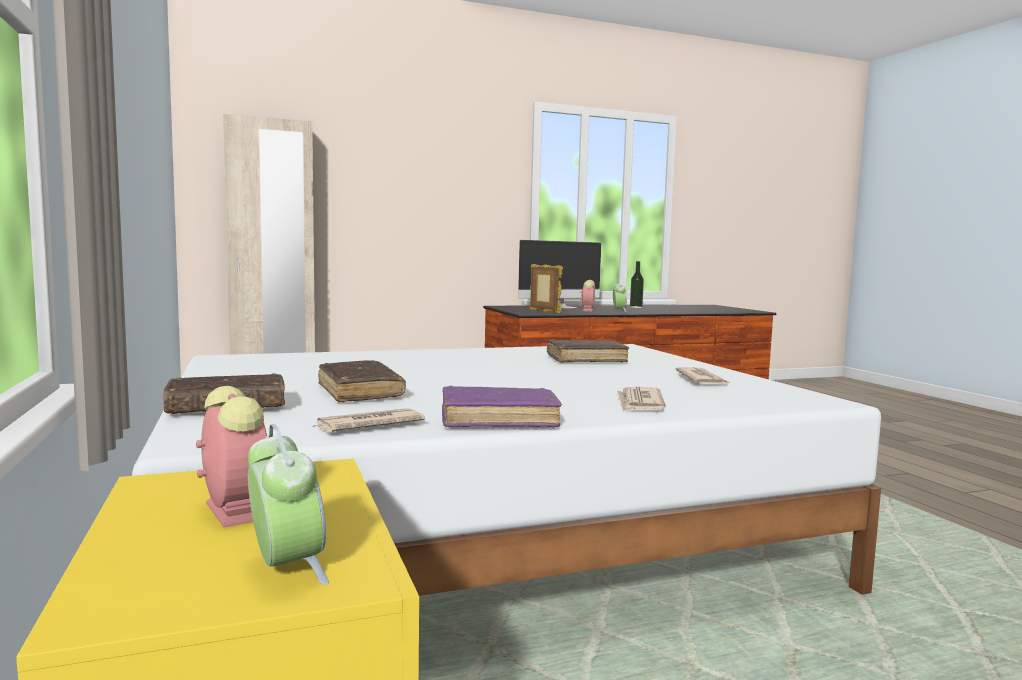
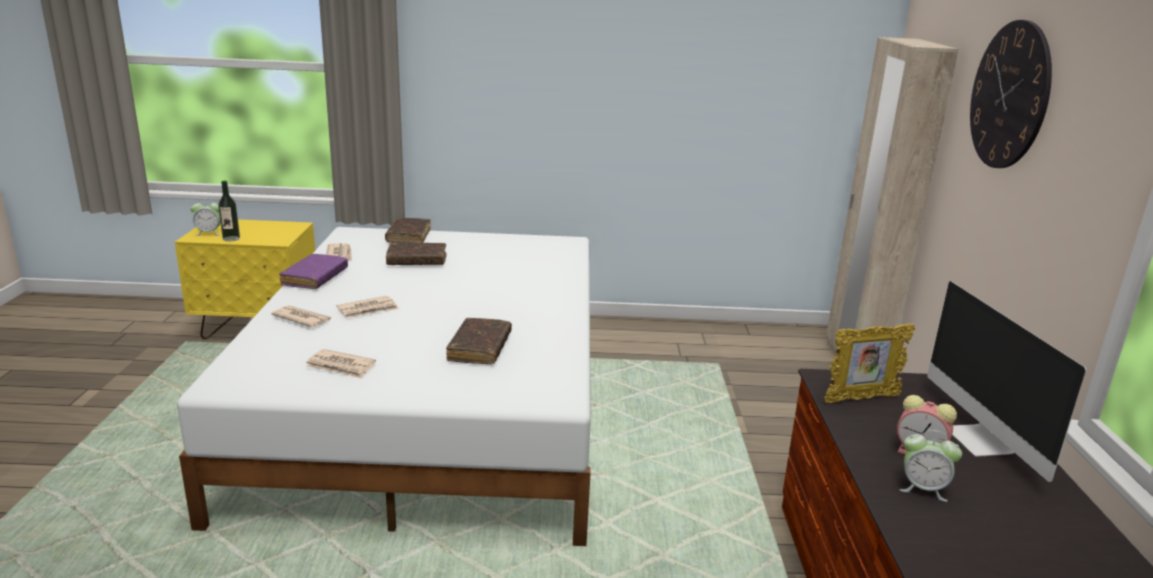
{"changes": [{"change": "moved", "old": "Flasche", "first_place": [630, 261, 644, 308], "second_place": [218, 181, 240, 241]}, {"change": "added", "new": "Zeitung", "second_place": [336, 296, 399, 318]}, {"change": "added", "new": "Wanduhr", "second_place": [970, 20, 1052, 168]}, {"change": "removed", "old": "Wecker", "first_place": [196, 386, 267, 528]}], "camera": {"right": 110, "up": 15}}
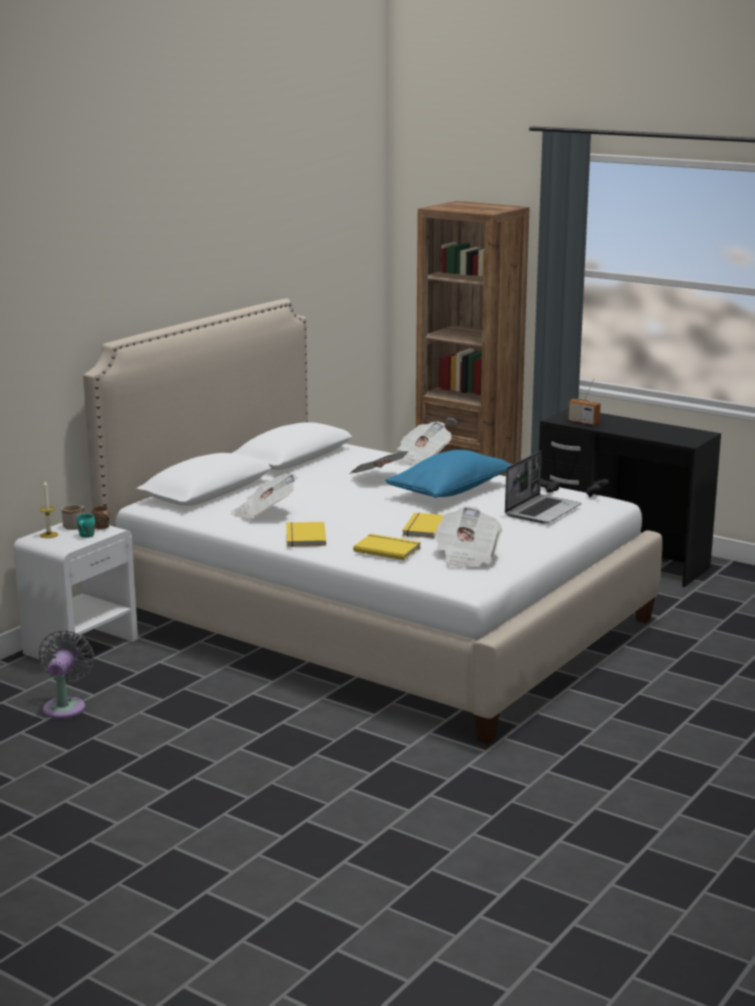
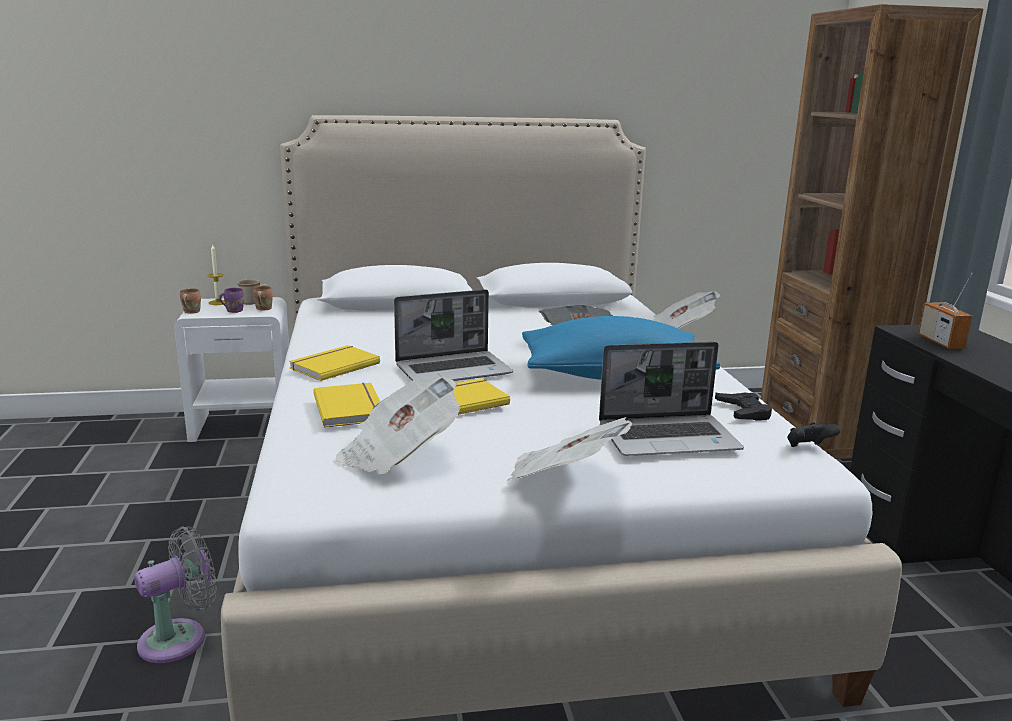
{"changes": [{"change": "moved", "old": "Ventilator/grau", "first_place": [39, 630, 94, 719], "second_place": [134, 526, 217, 663]}, {"change": "added", "new": "Henkelbecher/braun", "second_place": [180, 288, 201, 314]}, {"change": "recoloured", "old": "Henkelbecher/türkis", "new": "Henkelbecher/lila", "first_place": [77, 514, 95, 538], "second_place": [219, 288, 244, 313]}, {"change": "added", "new": "Laptop", "second_place": [394, 289, 513, 381]}, {"change": "moved", "old": "Zeitung", "first_place": [231, 474, 298, 520], "second_place": [507, 417, 632, 481]}], "camera": {"right": 45, "up": 0}}
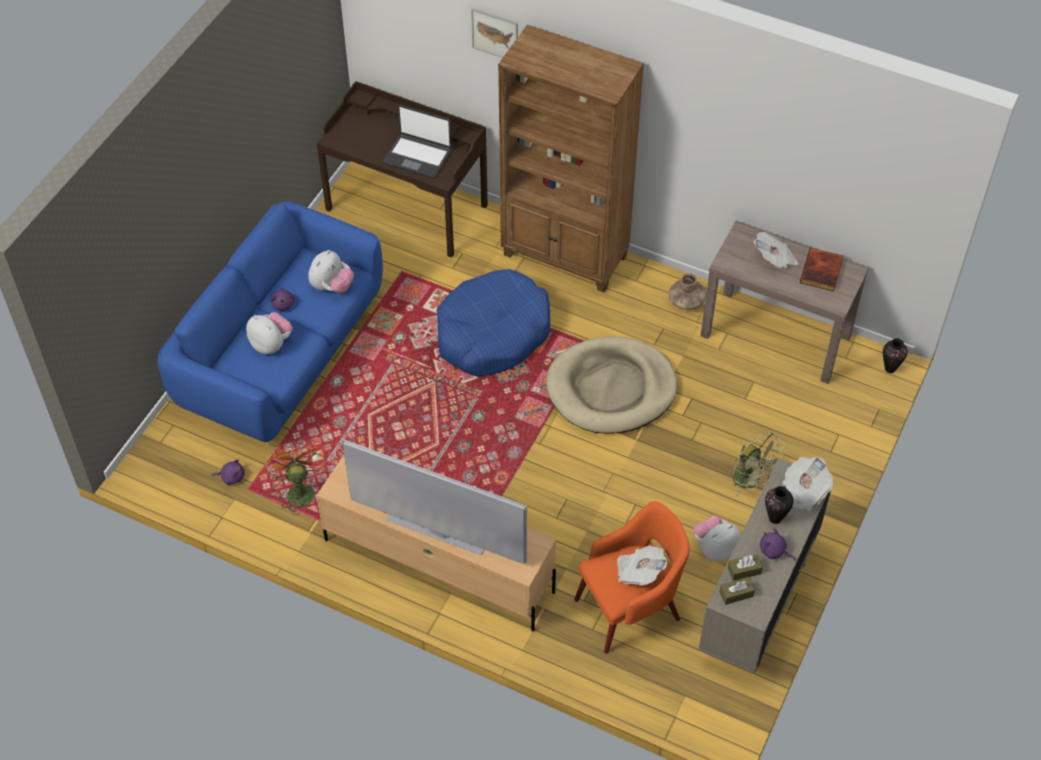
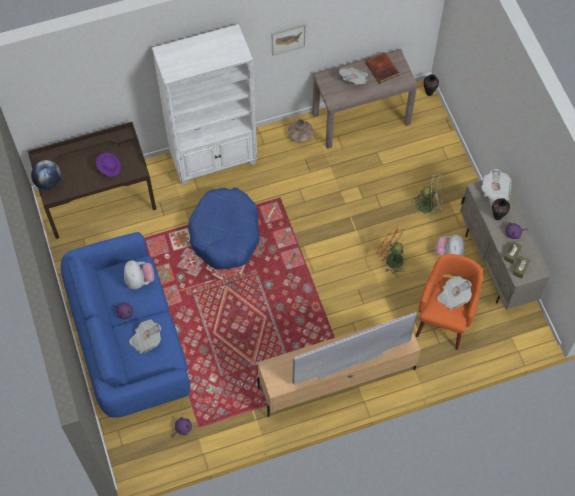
{"changes": [{"change": "added", "new": "Globus", "second_place": [31, 160, 62, 190]}, {"change": "replaced", "old": "Laptop", "new": "Hut/lila", "first_place": [383, 104, 452, 178], "second_place": [96, 153, 121, 177]}, {"change": "replaced", "old": "Plüschtier", "new": "Zeitung", "first_place": [246, 312, 293, 354], "second_place": [129, 319, 161, 354]}, {"change": "recoloured", "old": "Bücherregal/braun", "new": "Bücherregal/weiß", "first_place": [498, 25, 644, 293], "second_place": [152, 24, 257, 185]}, {"change": "moved", "old": "Bild", "first_place": [471, 8, 518, 58], "second_place": [271, 24, 306, 56]}, {"change": "moved", "old": "Ventilator/orange", "first_place": [264, 442, 326, 515], "second_place": [375, 225, 404, 274]}, {"change": "removed", "old": "Hundebett/beige", "first_place": [546, 336, 677, 434]}], "camera": {"right": -45, "up": 10}}
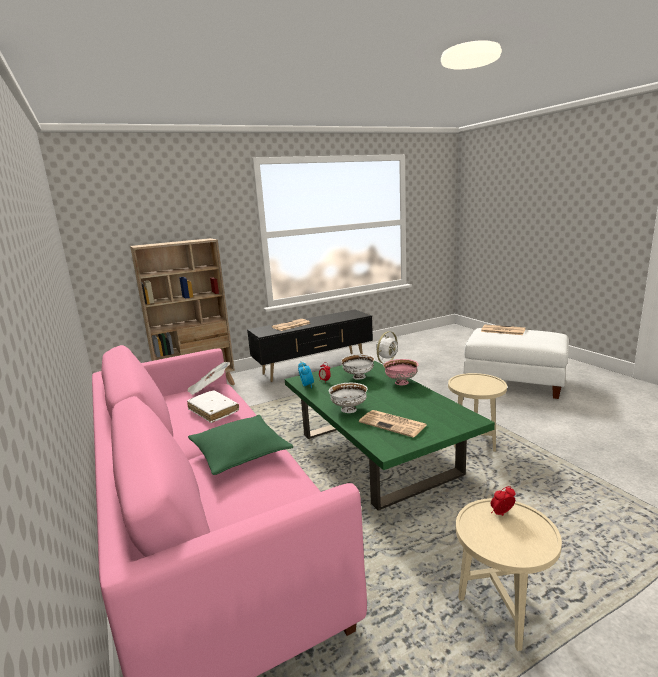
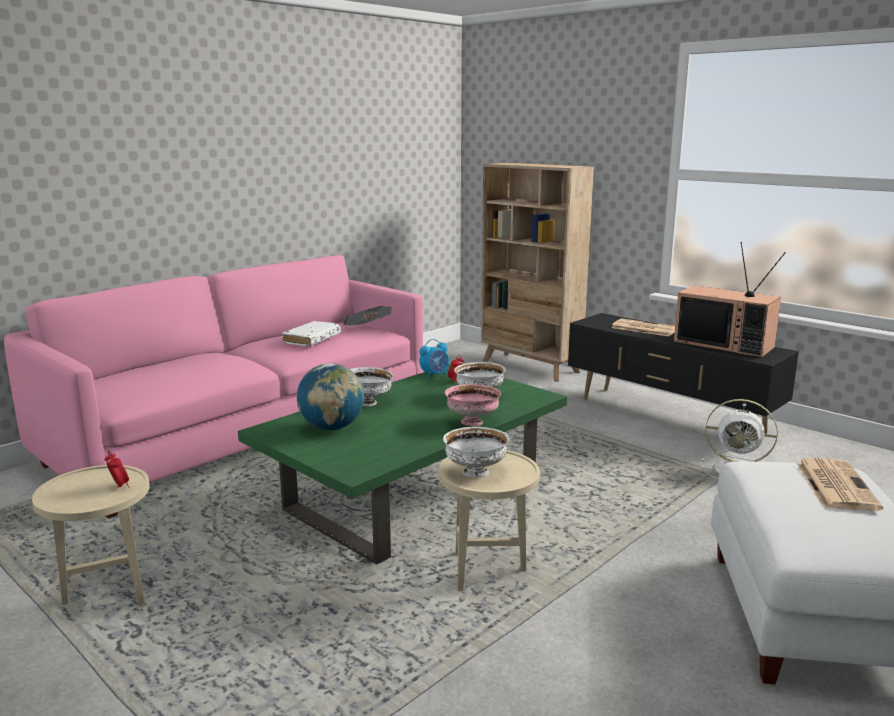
{"changes": [{"change": "replaced", "old": "Zeitung", "new": "Globus", "first_place": [359, 410, 427, 438], "second_place": [297, 363, 364, 430]}, {"change": "added", "new": "Schüssel/weiß", "second_place": [443, 427, 509, 478]}, {"change": "added", "new": "Fernseher", "second_place": [674, 242, 786, 358]}, {"change": "removed", "old": "Kissen/grün", "first_place": [188, 415, 293, 475]}], "camera": {"right": 70, "up": 0}}
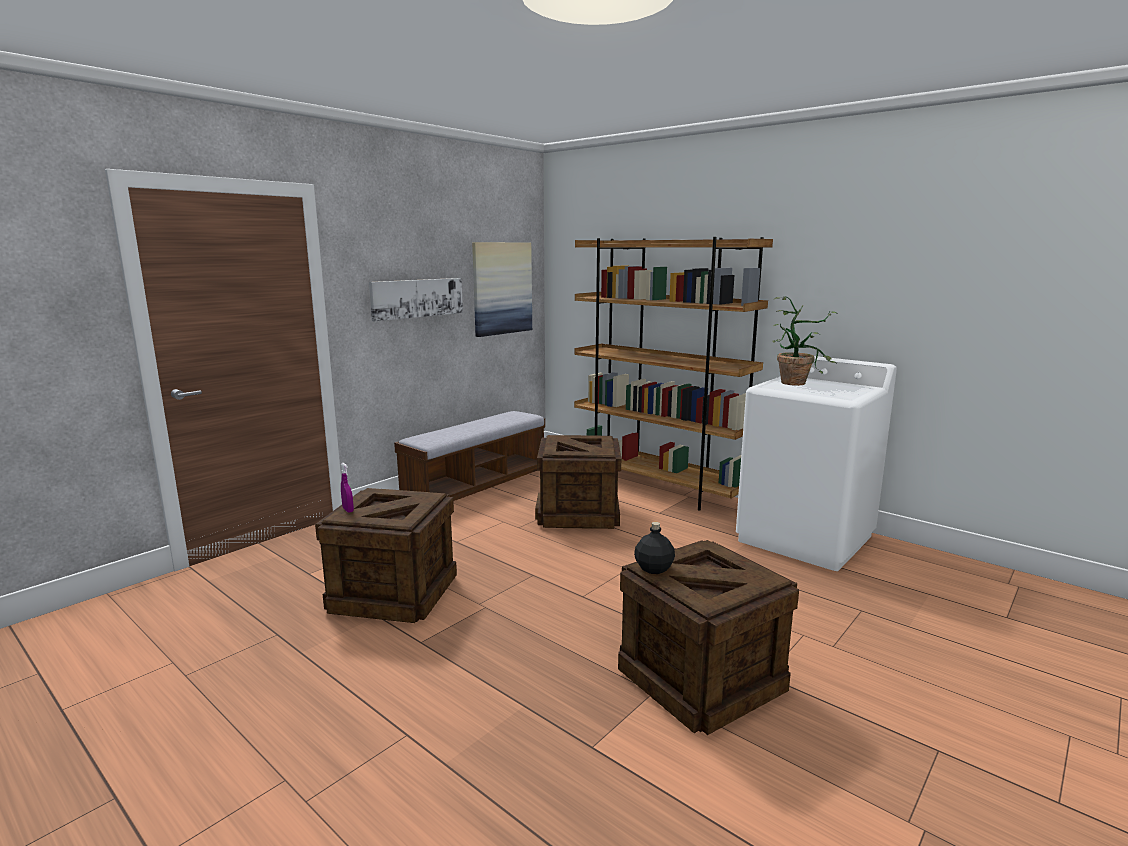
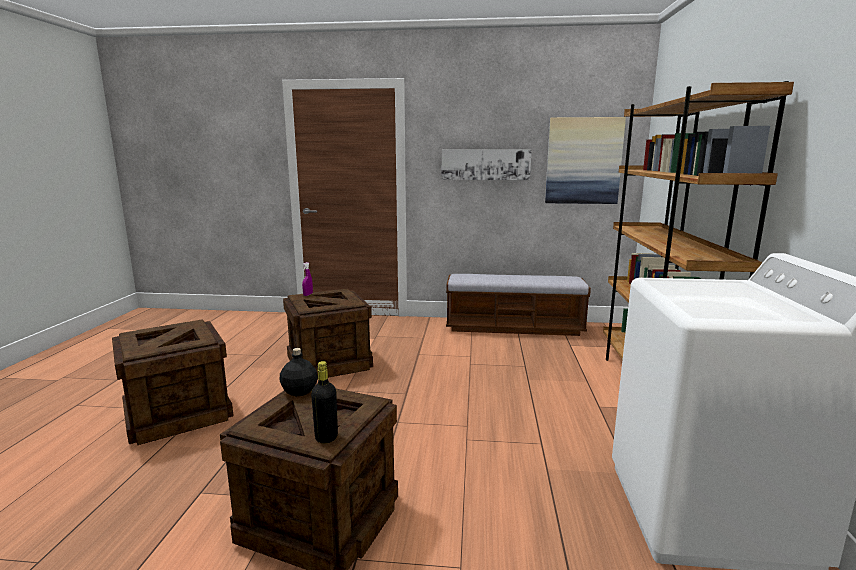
{"changes": [{"change": "moved", "old": "Kiste", "first_place": [535, 435, 621, 529], "second_place": [112, 319, 234, 445]}, {"change": "added", "new": "Flasche/schwarz", "second_place": [311, 361, 338, 444]}, {"change": "removed", "old": "Topfpflanze", "first_place": [772, 296, 836, 386]}], "camera": {"right": 55, "up": 0}}
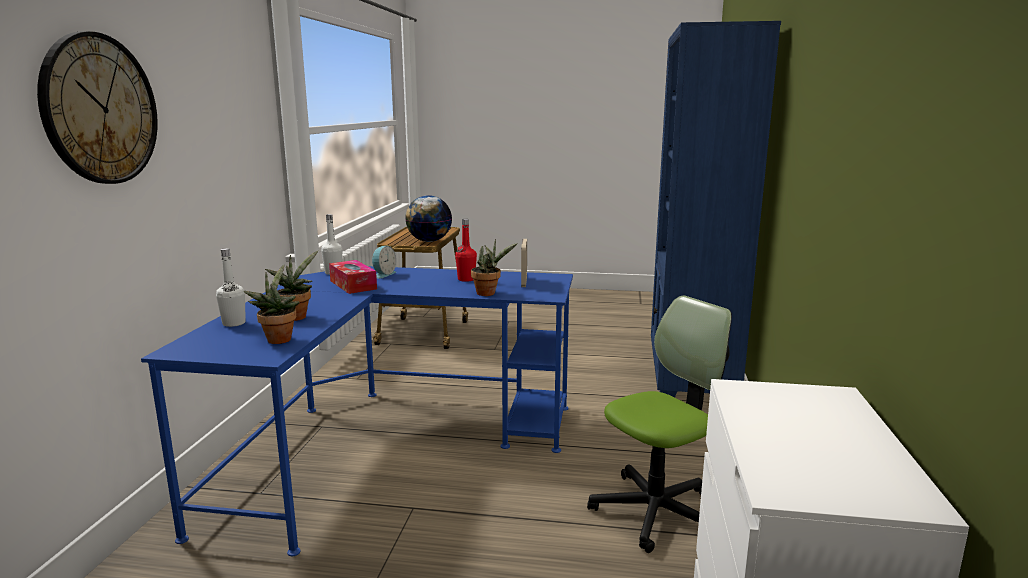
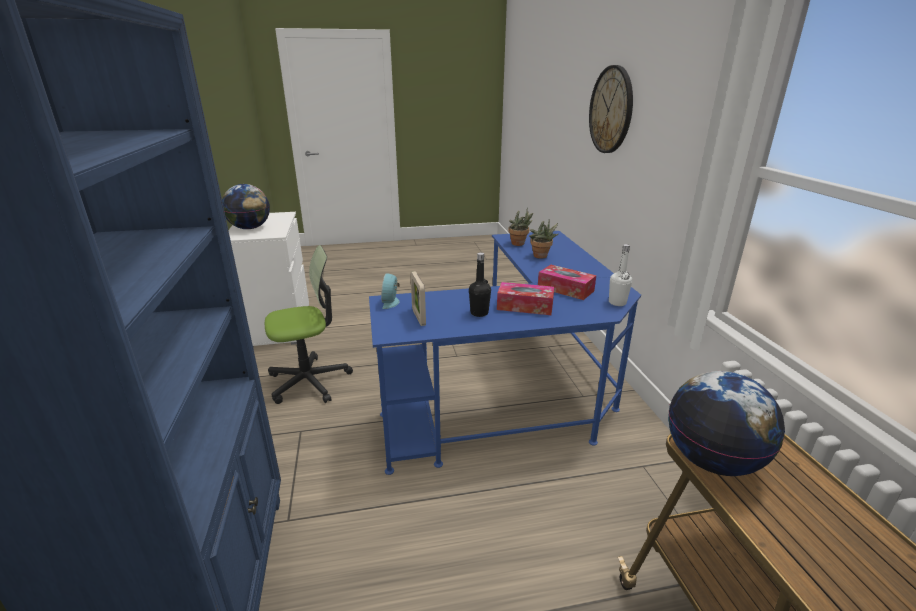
{"changes": [{"change": "added", "new": "Globus", "second_place": [222, 184, 270, 229]}, {"change": "turned", "old": "Bürostuhl", "first_place": [587, 295, 732, 553], "second_place": [265, 245, 353, 404], "degrees": -150}, {"change": "moved", "old": "Wecker", "first_place": [372, 246, 396, 279], "second_place": [381, 273, 400, 309]}, {"change": "recoloured", "old": "Flasche/rot", "new": "Flasche/schwarz", "first_place": [455, 219, 477, 282], "second_place": [469, 252, 491, 317]}, {"change": "added", "new": "Taschentuchbox", "second_place": [497, 282, 554, 315]}, {"change": "removed", "old": "Flasche/weiß", "first_place": [216, 248, 246, 327]}, {"change": "removed", "old": "Topfpflanze", "first_place": [471, 239, 518, 296]}], "camera": {"right": 160, "up": 10}}
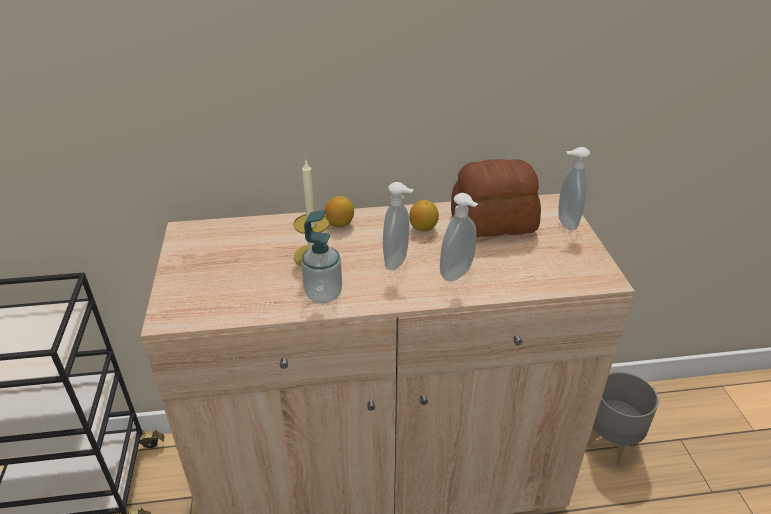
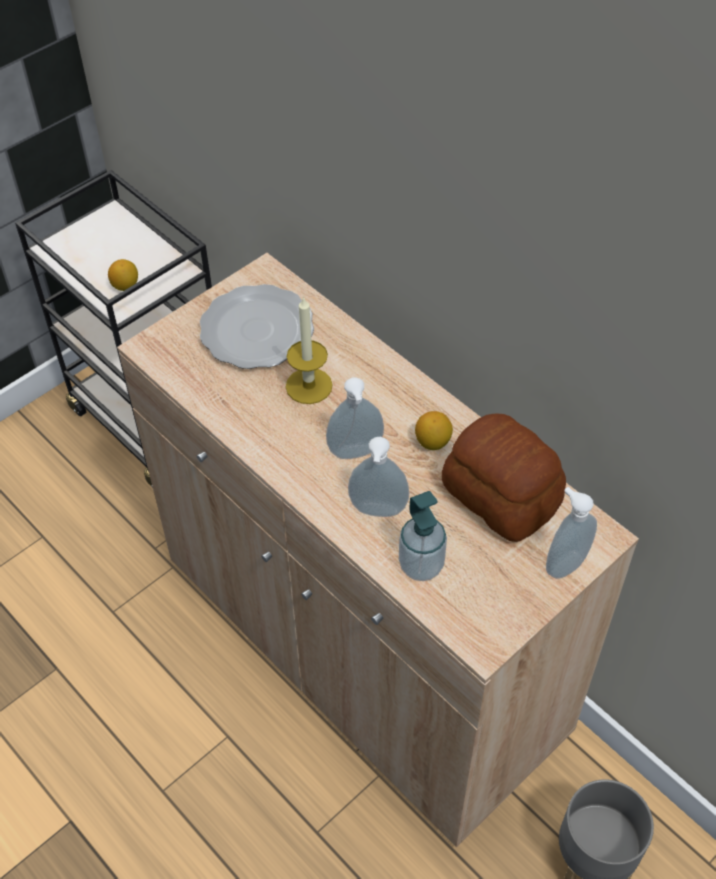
{"changes": [{"change": "moved", "old": "Zitrone", "first_place": [325, 196, 354, 228], "second_place": [108, 259, 138, 291]}, {"change": "added", "new": "Teller", "second_place": [200, 284, 314, 369]}, {"change": "moved", "old": "Seifenspender", "first_place": [301, 210, 342, 303], "second_place": [399, 491, 447, 581]}], "camera": {"right": 55, "up": 15}}
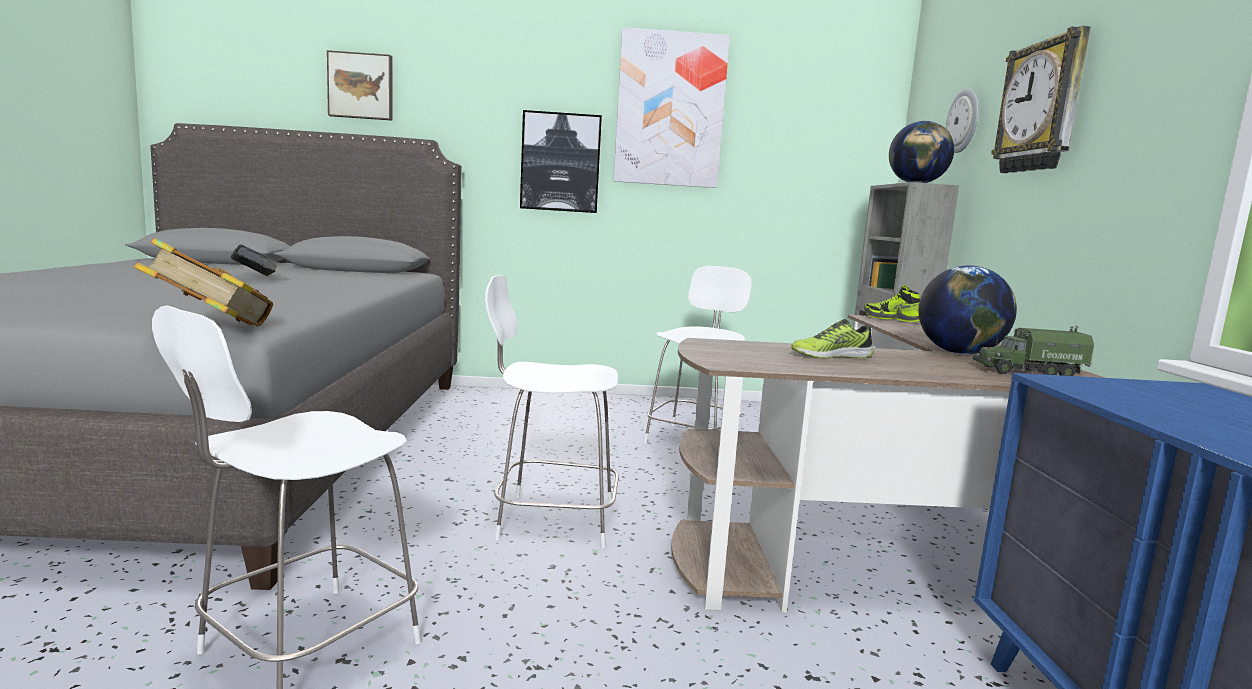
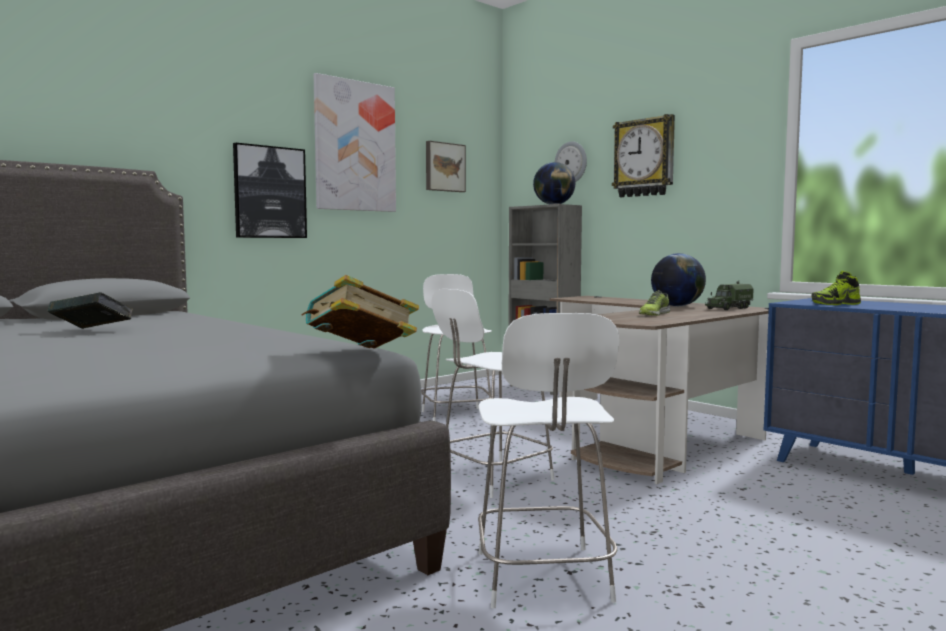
{"changes": [{"change": "moved", "old": "Bild", "first_place": [327, 50, 392, 120], "second_place": [426, 141, 466, 192]}, {"change": "moved", "old": "Schuh", "first_place": [864, 285, 920, 322], "second_place": [812, 271, 861, 305]}], "camera": {"right": -40, "up": -5}}
